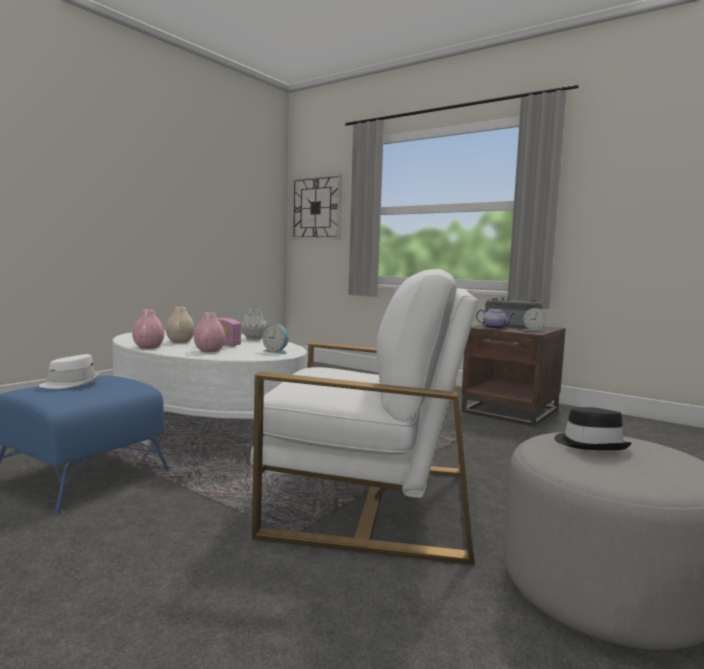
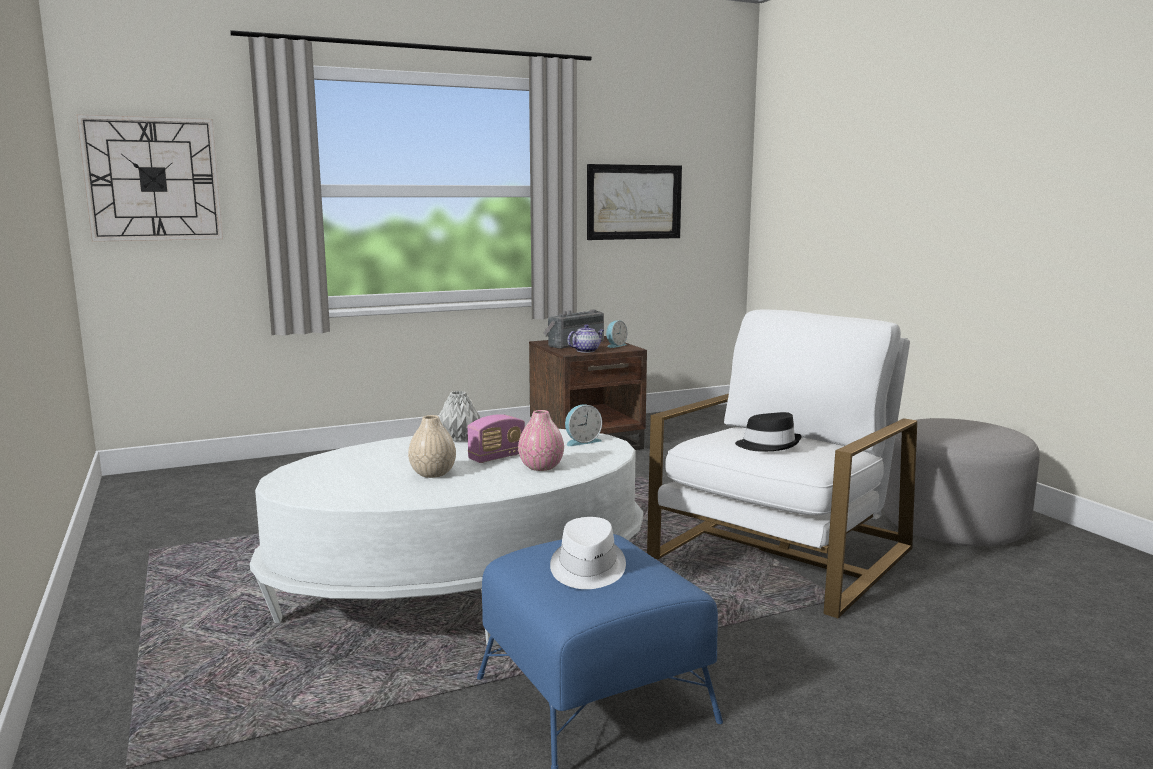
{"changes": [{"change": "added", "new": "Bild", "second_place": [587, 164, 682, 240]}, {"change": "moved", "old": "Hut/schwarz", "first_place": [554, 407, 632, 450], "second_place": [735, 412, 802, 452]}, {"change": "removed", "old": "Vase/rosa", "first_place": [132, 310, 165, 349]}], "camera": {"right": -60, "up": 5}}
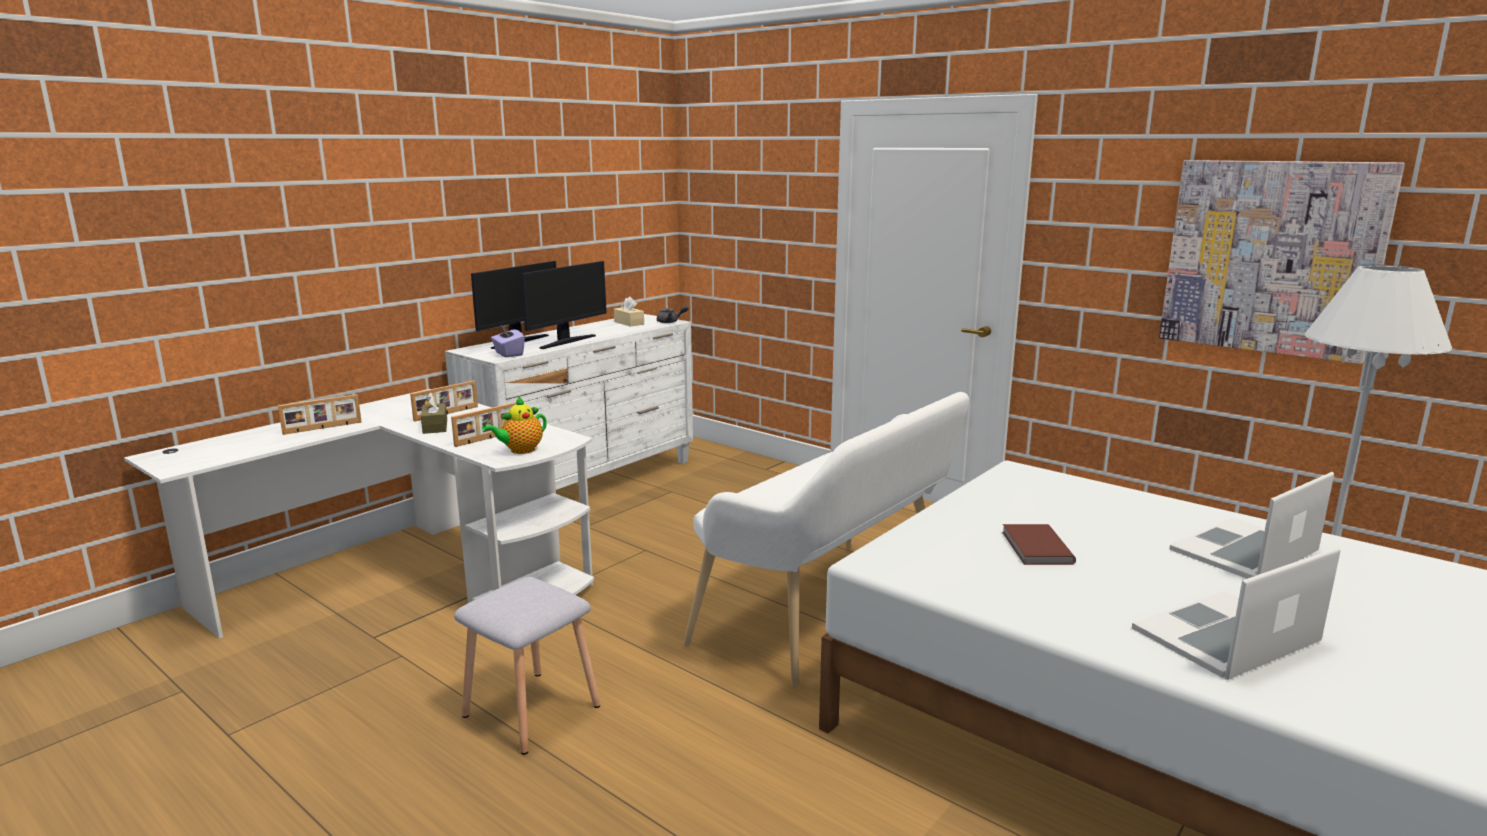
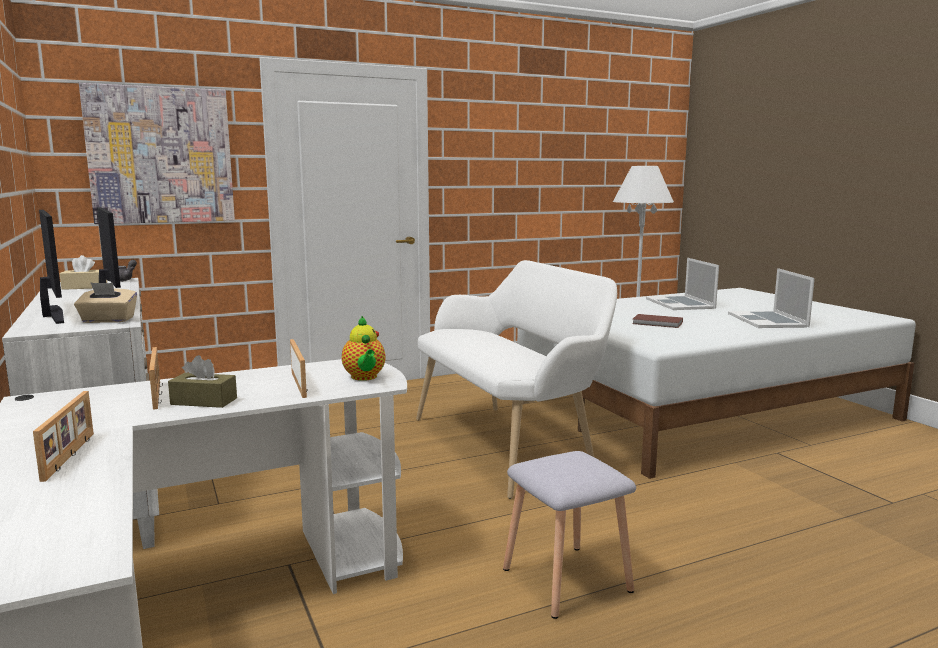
{"changes": [{"change": "recoloured", "old": "Taschentuchbox/lila", "new": "Taschentuchbox/beige", "first_place": [491, 325, 525, 357], "second_place": [74, 283, 137, 323]}, {"change": "moved", "old": "Bild", "first_place": [1159, 160, 1405, 364], "second_place": [79, 83, 235, 224]}], "camera": {"right": -65, "up": -5}}
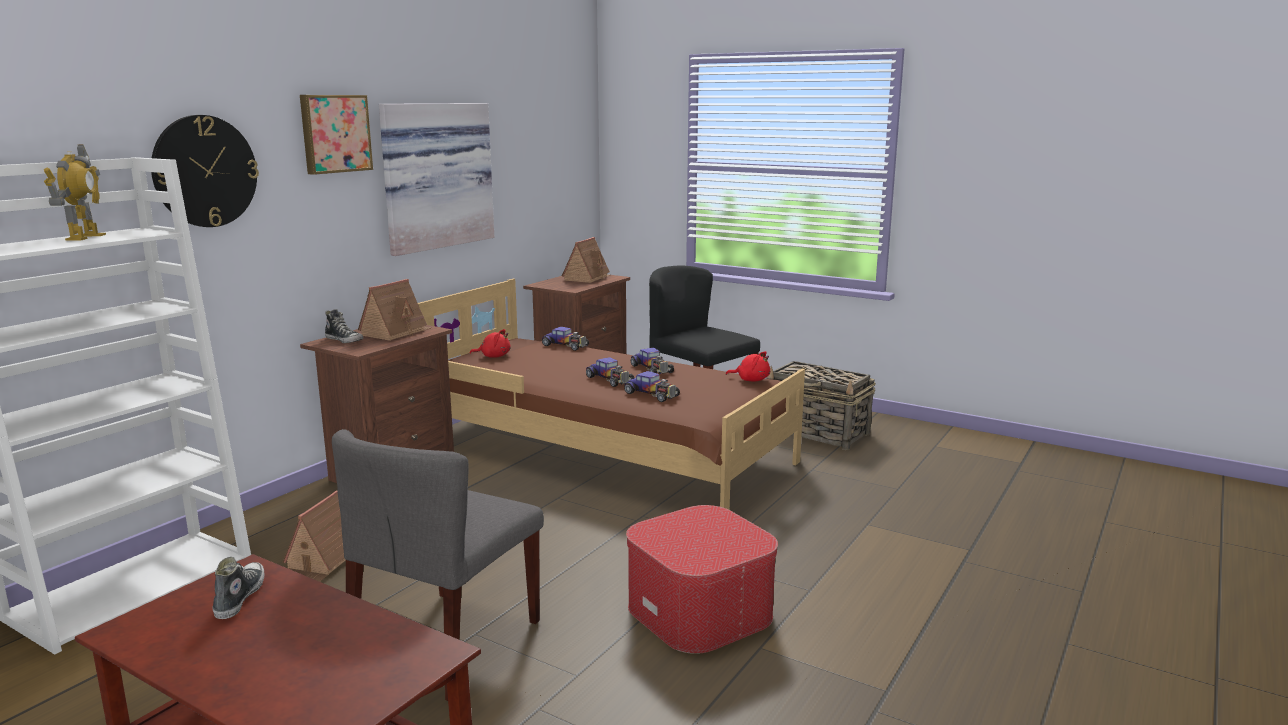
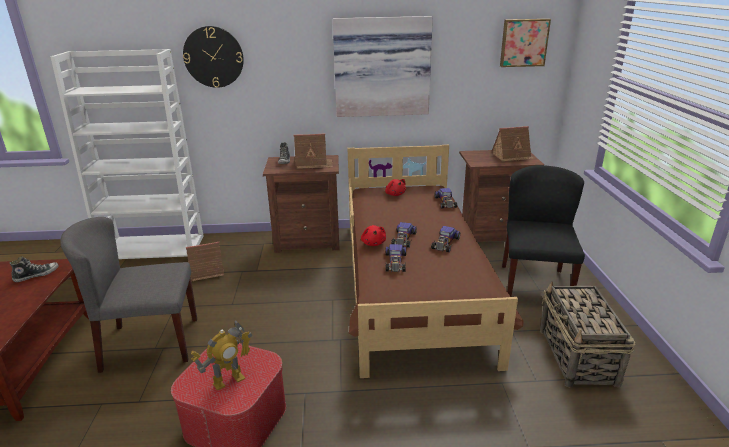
{"changes": [{"change": "moved", "old": "Spielzeugroboter", "first_place": [44, 144, 106, 241], "second_place": [191, 320, 252, 391]}, {"change": "moved", "old": "Plüschtier/rot", "first_place": [726, 351, 770, 382], "second_place": [361, 225, 386, 246]}, {"change": "moved", "old": "Bild", "first_place": [300, 95, 373, 175], "second_place": [500, 19, 551, 67]}], "camera": {"right": 55, "up": 10}}
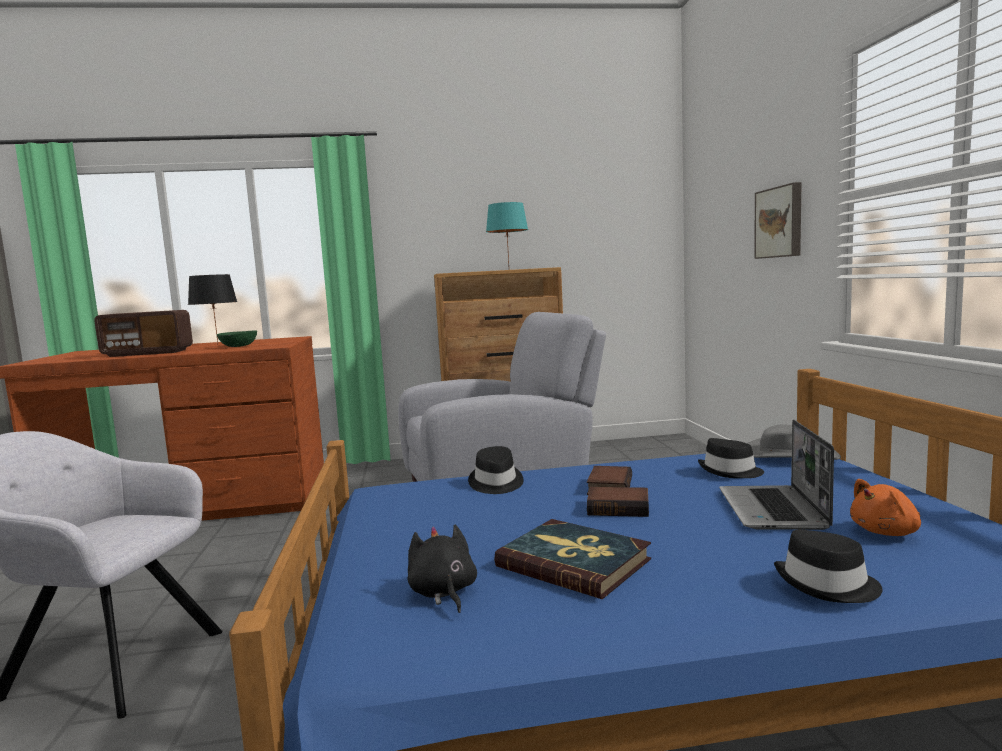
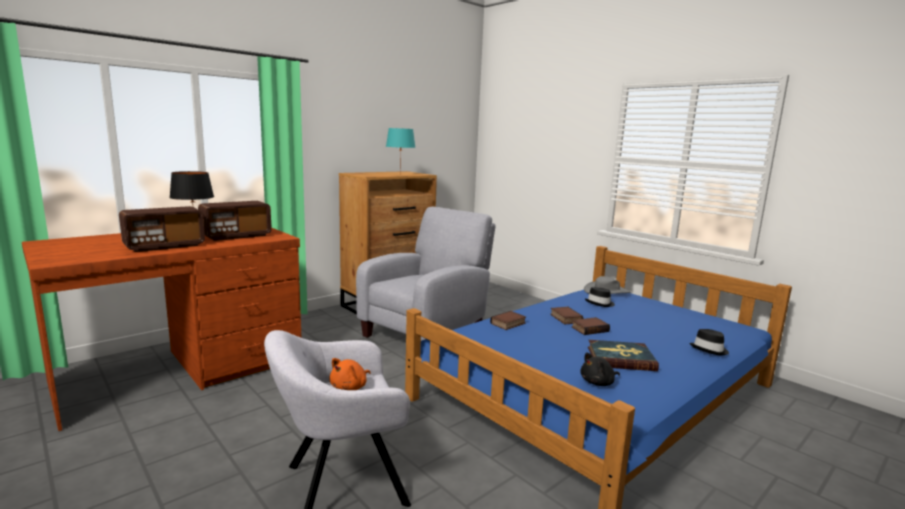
{"changes": [{"change": "replaced", "old": "Schüssel/grün", "new": "Radio", "first_place": [217, 330, 257, 347], "second_place": [198, 201, 272, 241]}, {"change": "moved", "old": "Plüschtier/orange", "first_place": [850, 479, 921, 536], "second_place": [329, 358, 371, 390]}, {"change": "replaced", "old": "Hut/schwarz", "new": "Buch", "first_place": [468, 446, 524, 494], "second_place": [490, 311, 526, 330]}, {"change": "turned", "old": "Plüschtier/schwarz", "first_place": [408, 525, 477, 613], "second_place": [581, 353, 620, 386], "degrees": -60}, {"change": "removed", "old": "Laptop", "first_place": [719, 420, 834, 530]}, {"change": "removed", "old": "Bild", "first_place": [754, 182, 802, 259]}], "camera": {"right": -35, "up": 5}}
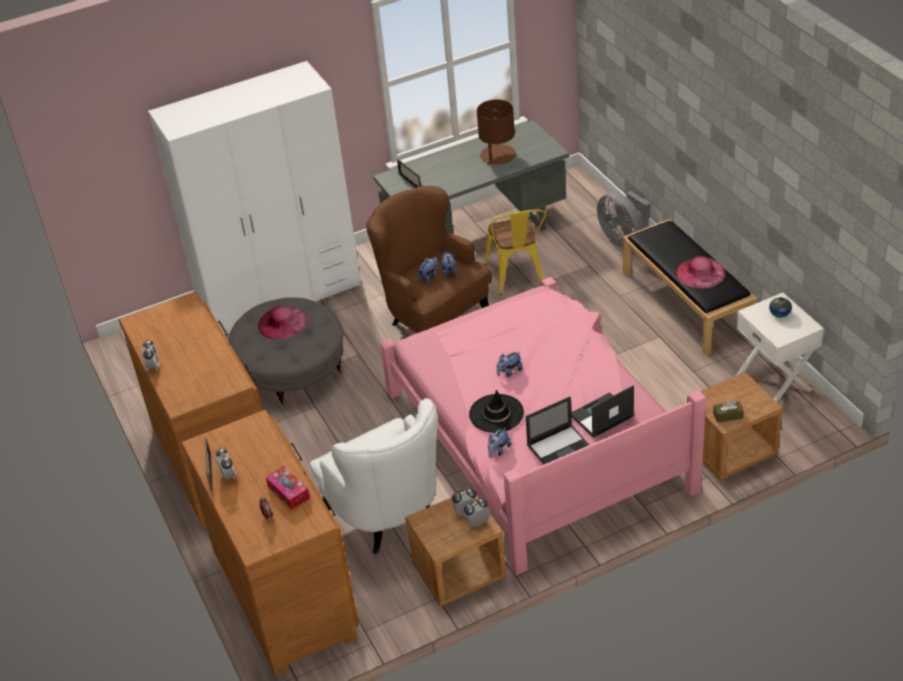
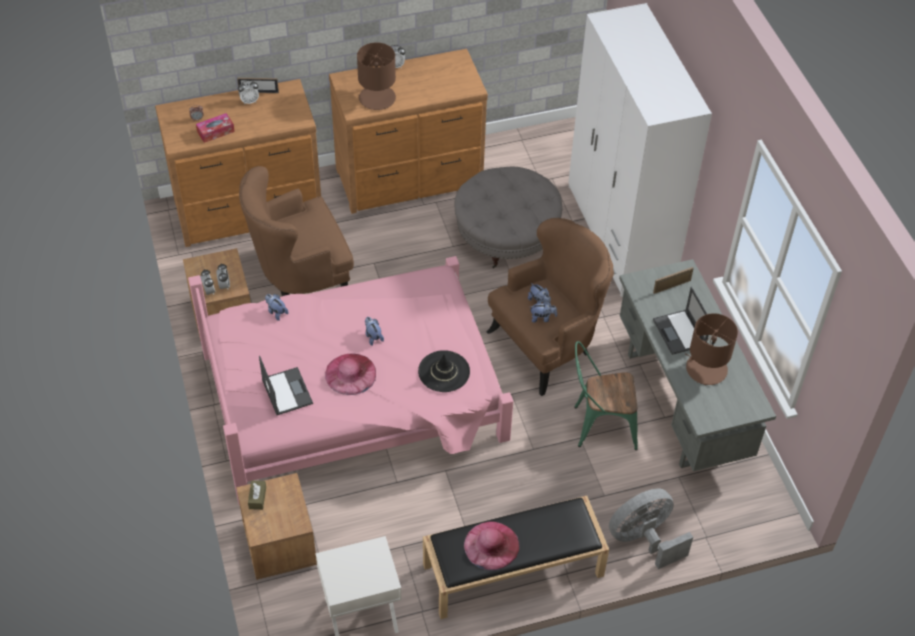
{"changes": [{"change": "recoloured", "old": "Sessel/weiß", "new": "Sessel/braun", "first_place": [310, 398, 438, 554], "second_place": [239, 166, 354, 296]}, {"change": "moved", "old": "Hut/rosa", "first_place": [258, 306, 307, 339], "second_place": [325, 353, 376, 395]}, {"change": "added", "new": "Tischlampe/braun", "second_place": [357, 42, 396, 110]}, {"change": "moved", "old": "Hut/schwarz", "first_place": [469, 390, 524, 433], "second_place": [418, 350, 470, 392]}, {"change": "recoloured", "old": "Stuhl/gelb", "new": "Stuhl/grün", "first_place": [484, 209, 546, 295], "second_place": [574, 341, 638, 450]}, {"change": "moved", "old": "Laptop", "first_place": [526, 396, 589, 465], "second_place": [653, 287, 709, 355]}, {"change": "removed", "old": "Vase", "first_place": [769, 297, 792, 318]}], "camera": {"right": 95, "up": 10}}
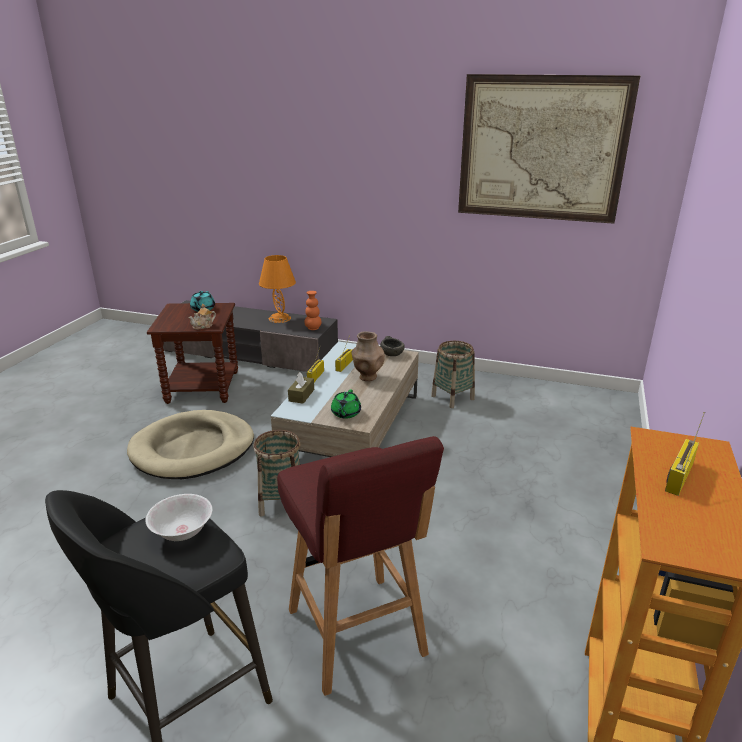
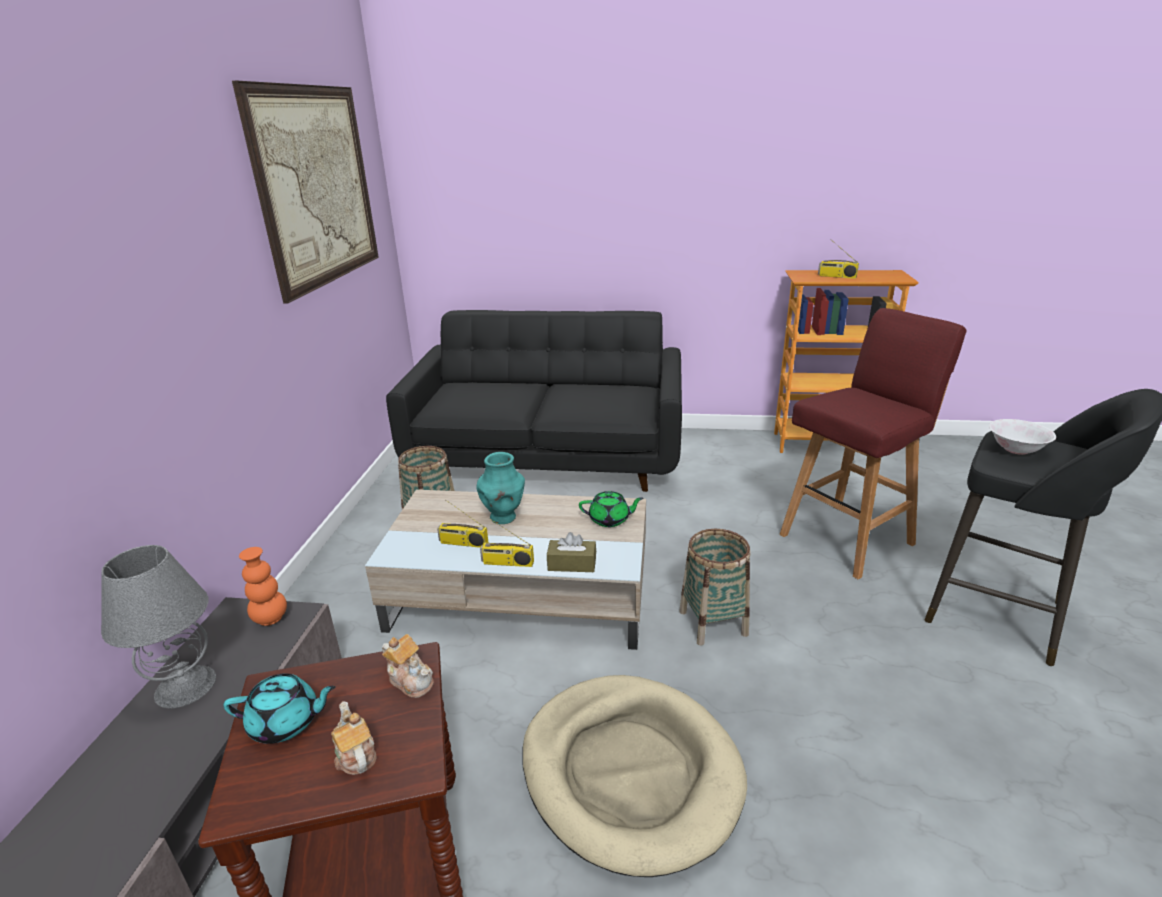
{"changes": [{"change": "recoloured", "old": "Tischlampe/orange", "new": "Tischlampe/grau", "first_place": [259, 255, 296, 323], "second_place": [101, 545, 216, 709]}, {"change": "added", "new": "Teekanne", "second_place": [331, 701, 376, 775]}, {"change": "added", "new": "Sofa/schwarz", "second_place": [386, 310, 682, 492]}, {"change": "recoloured", "old": "Vase/braun", "new": "Vase/türkis", "first_place": [351, 331, 385, 381], "second_place": [476, 452, 525, 524]}, {"change": "removed", "old": "Schüssel/grau", "first_place": [380, 336, 405, 356]}], "camera": {"right": -100, "up": 0}}
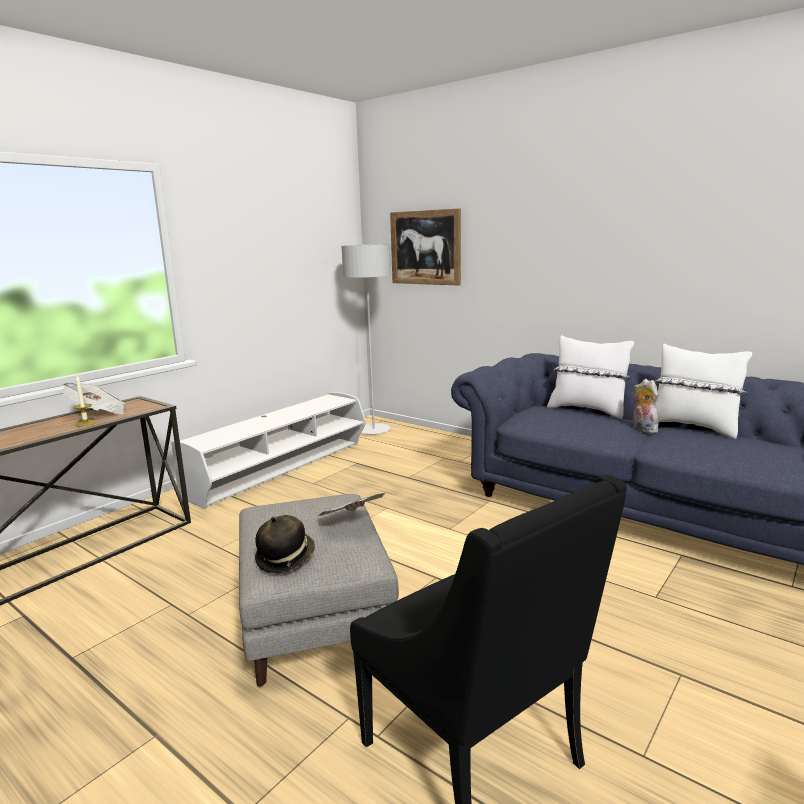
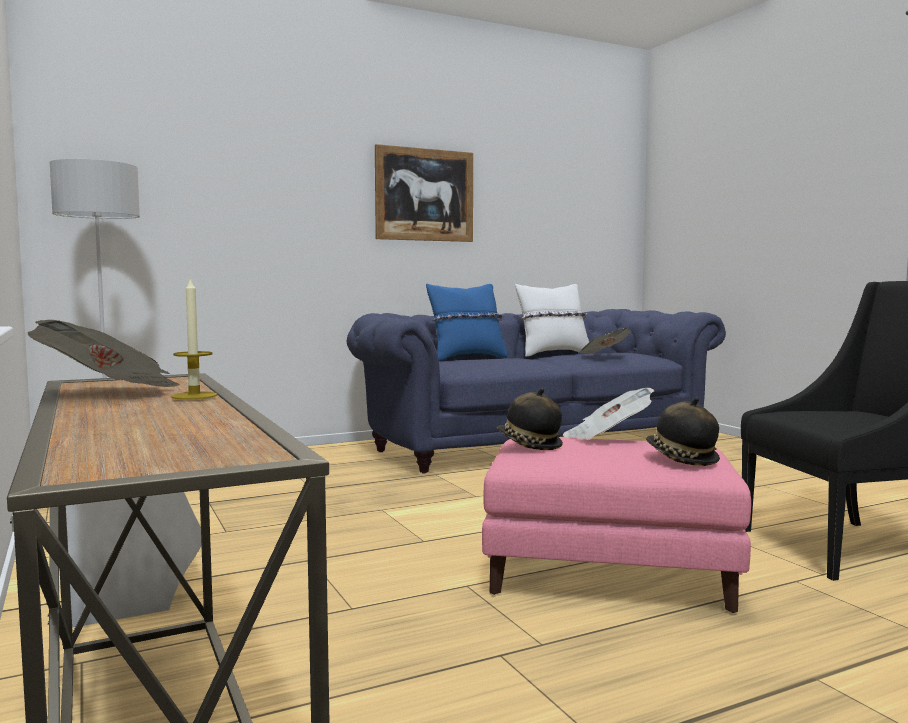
{"changes": [{"change": "moved", "old": "Bild", "first_place": [390, 208, 461, 285], "second_place": [375, 144, 473, 242]}, {"change": "recoloured", "old": "Kissen/weiß", "new": "Kissen/blau", "first_place": [547, 335, 634, 419], "second_place": [426, 284, 507, 361]}, {"change": "recoloured", "old": "Polsterhocker/grau", "new": "Polsterhocker/rosa", "first_place": [239, 494, 399, 687], "second_place": [482, 437, 751, 613]}, {"change": "added", "new": "Hut", "second_place": [497, 388, 563, 450]}, {"change": "added", "new": "Zeitung", "second_place": [578, 328, 631, 354]}, {"change": "removed", "old": "Plüschtier", "first_place": [633, 379, 659, 433]}], "camera": {"right": -65, "up": -10}}
